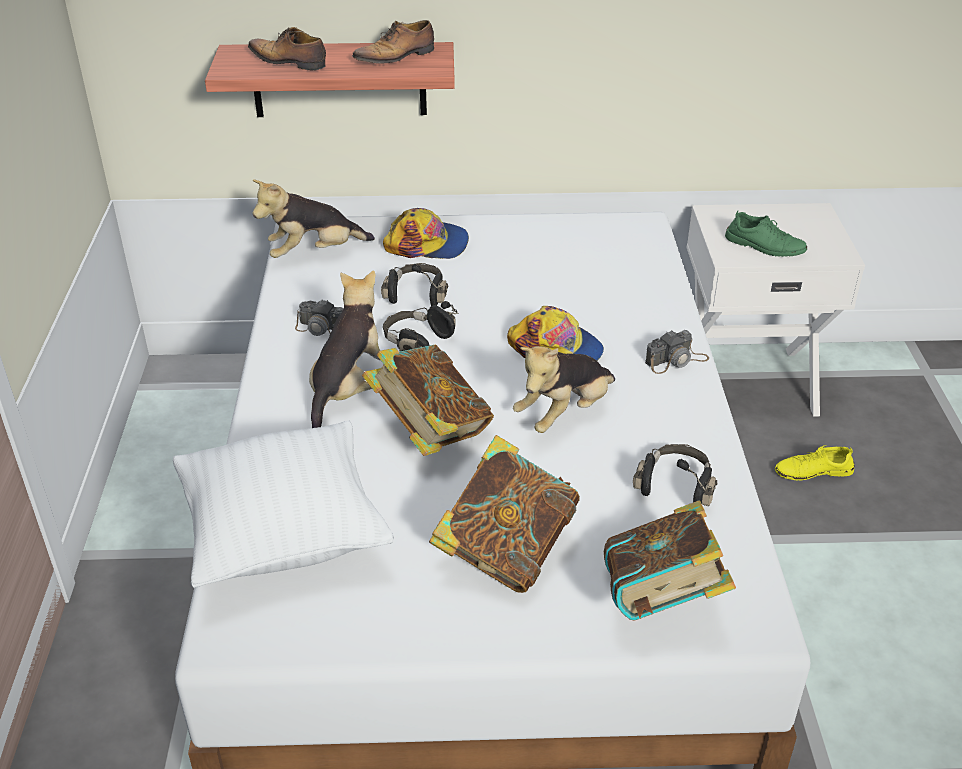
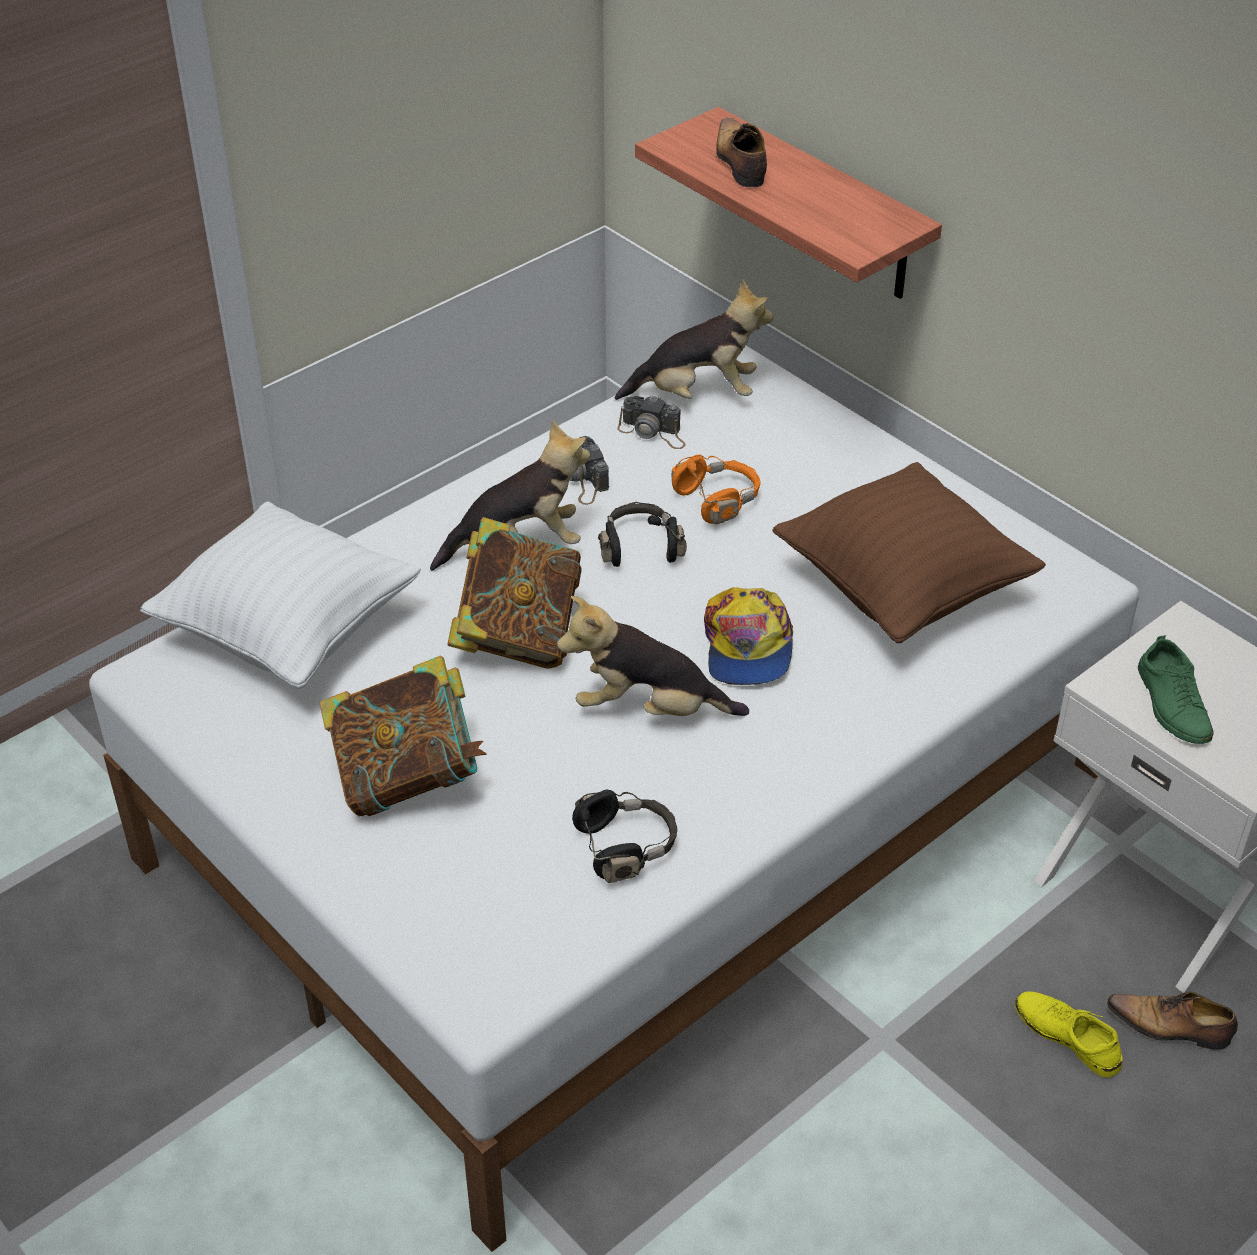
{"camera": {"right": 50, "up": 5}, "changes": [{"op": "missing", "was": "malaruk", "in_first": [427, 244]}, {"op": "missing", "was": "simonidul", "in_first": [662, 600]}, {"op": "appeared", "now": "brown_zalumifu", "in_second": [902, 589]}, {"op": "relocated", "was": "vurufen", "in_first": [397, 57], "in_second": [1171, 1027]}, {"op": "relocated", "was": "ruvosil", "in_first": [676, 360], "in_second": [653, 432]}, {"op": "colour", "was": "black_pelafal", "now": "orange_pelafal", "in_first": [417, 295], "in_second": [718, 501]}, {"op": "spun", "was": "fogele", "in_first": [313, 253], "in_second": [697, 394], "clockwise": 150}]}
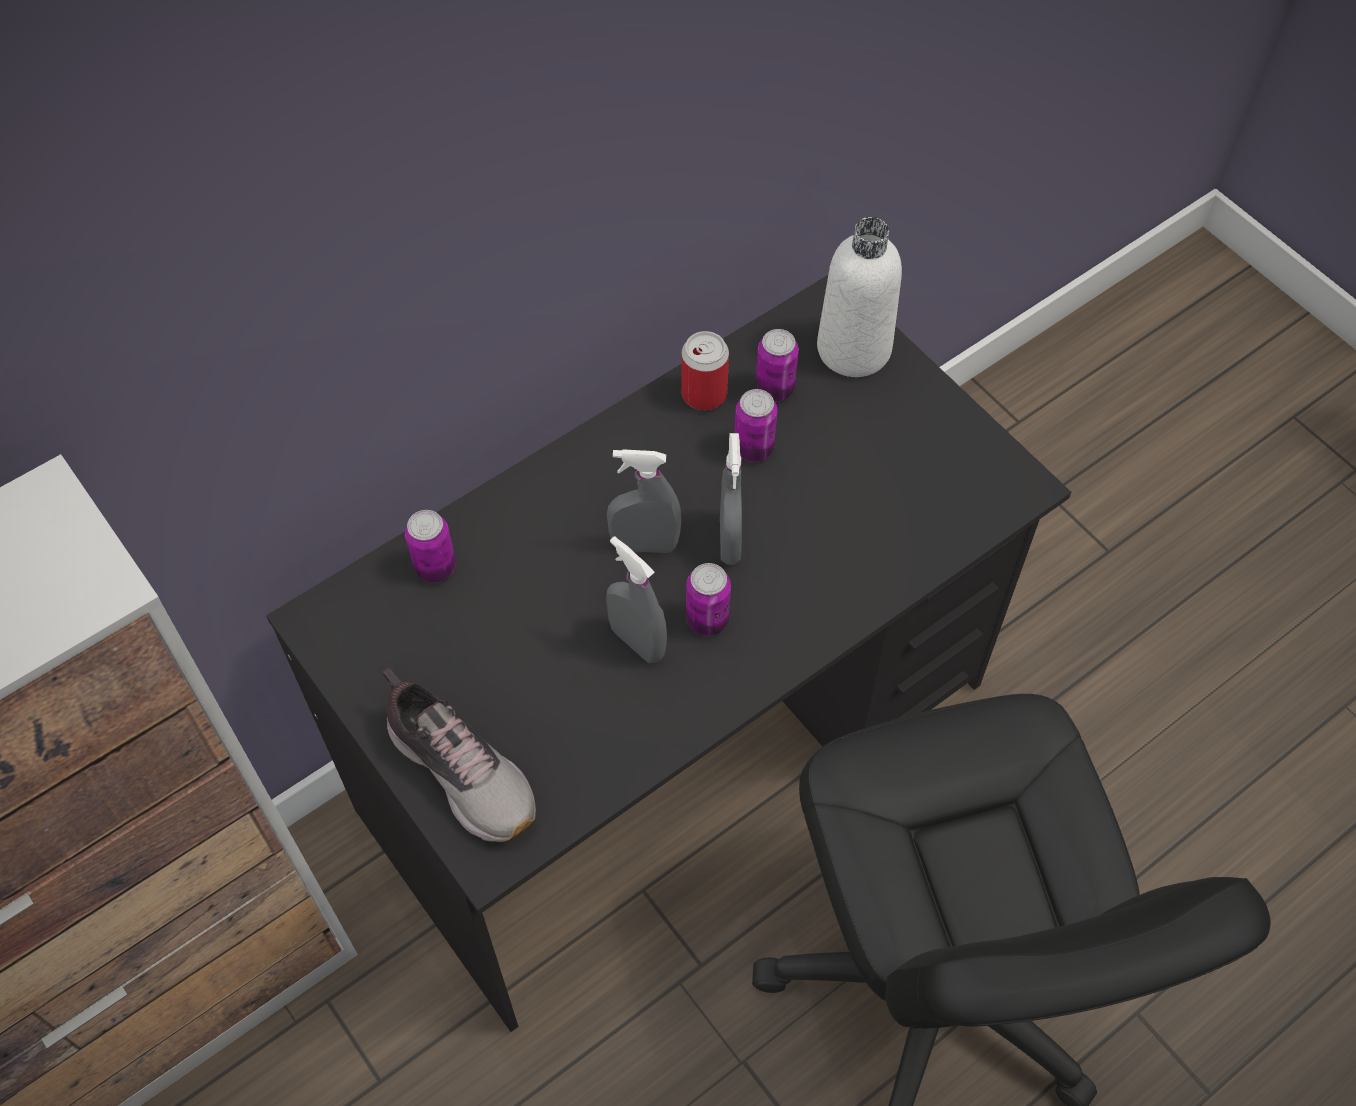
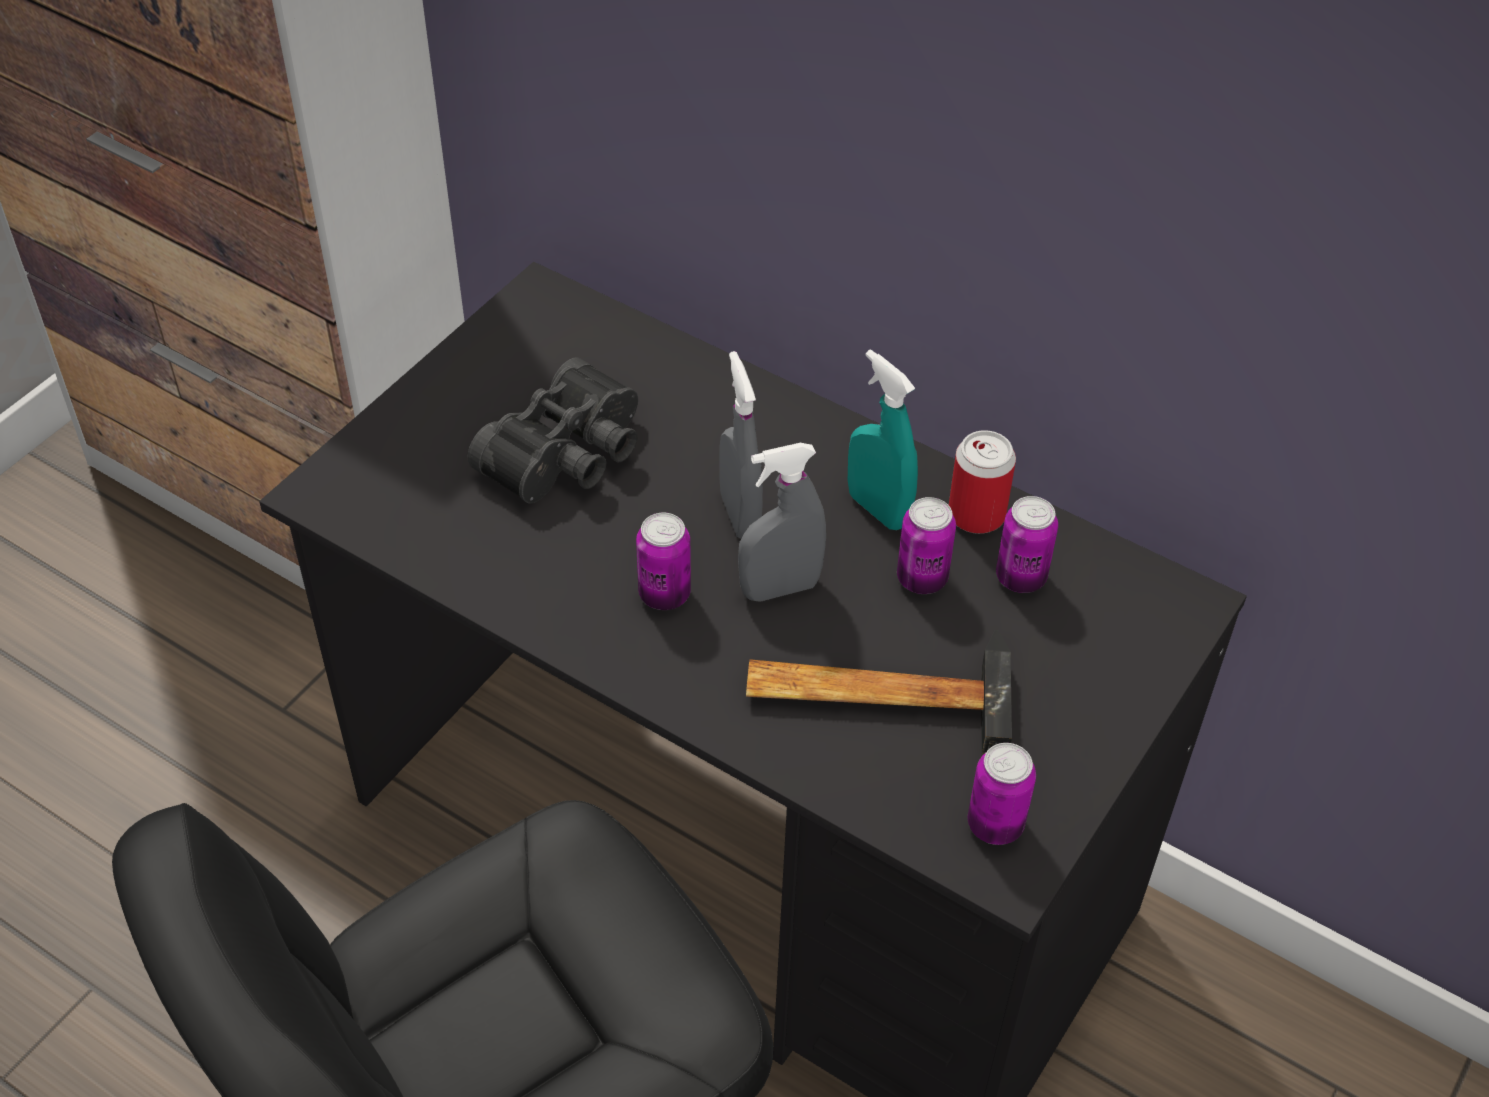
{"camera": {"right": 70, "up": -10}, "changes": [{"op": "missing", "was": "vurufen", "in_first": [463, 769]}, {"op": "missing", "was": "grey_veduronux", "in_first": [637, 642]}, {"op": "missing", "was": "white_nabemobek", "in_first": [854, 349]}, {"op": "appeared", "now": "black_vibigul", "in_second": [569, 455]}, {"op": "appeared", "now": "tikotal", "in_second": [877, 691]}, {"op": "appeared", "now": "turquoise_veduronux", "in_second": [878, 509]}, {"op": "relocated", "was": "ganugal", "in_first": [435, 567], "in_second": [995, 825]}]}
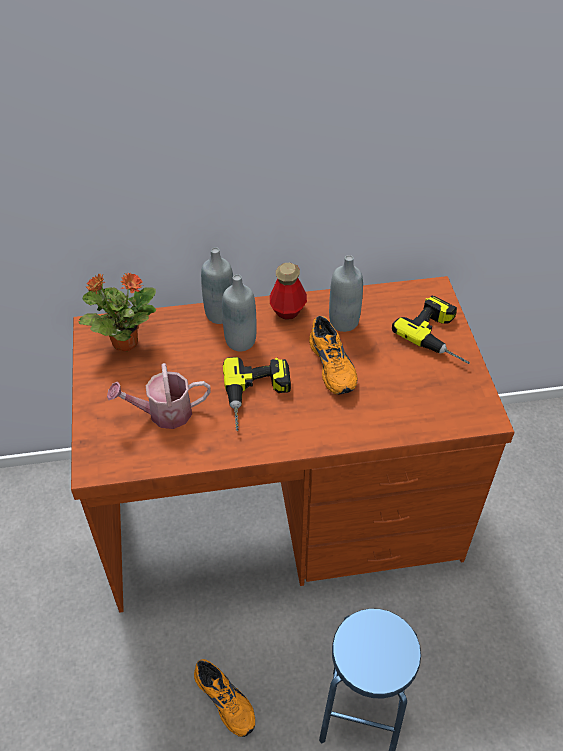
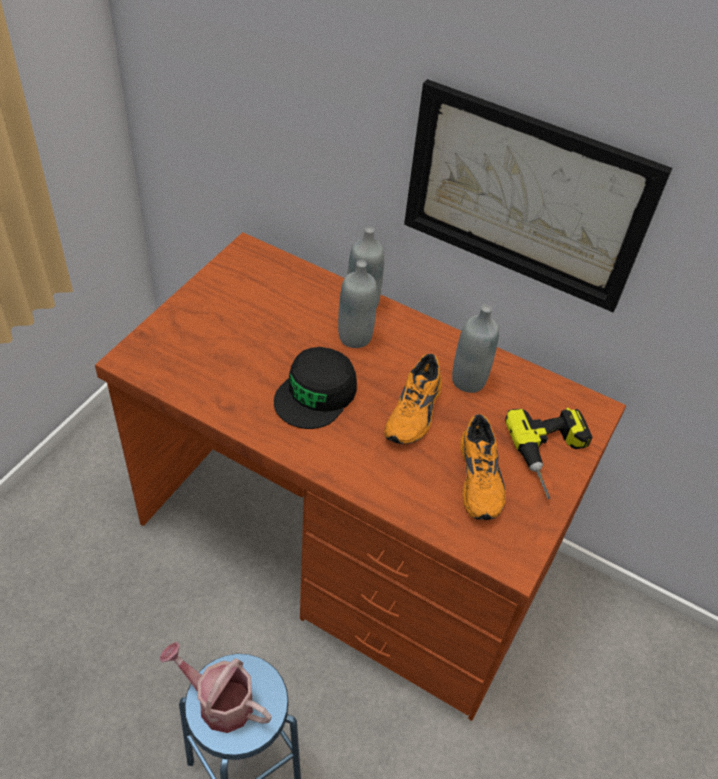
{"camera": {"right": 35, "up": 0}, "changes": [{"op": "missing", "was": "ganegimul", "in_first": [124, 342]}, {"op": "missing", "was": "nabemobek", "in_first": [288, 310]}, {"op": "appeared", "now": "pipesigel", "in_second": [525, 196]}, {"op": "relocated", "was": "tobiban", "in_first": [163, 413], "in_second": [219, 701]}, {"op": "relocated", "was": "orange_vurufen", "in_first": [226, 699], "in_second": [481, 478]}, {"op": "exchanged", "was": "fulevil", "now": "black_malaruk", "in_first": [258, 398], "in_second": [316, 394]}]}
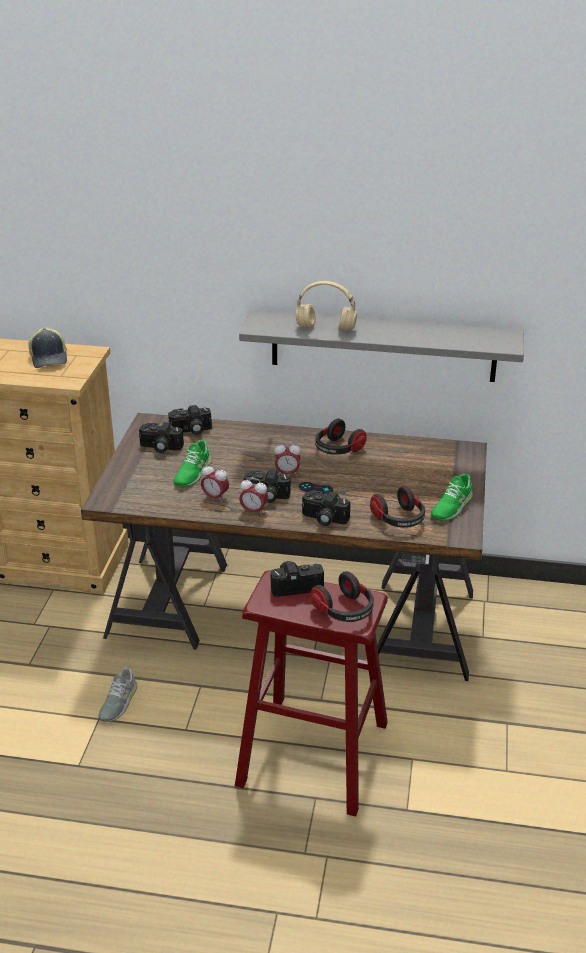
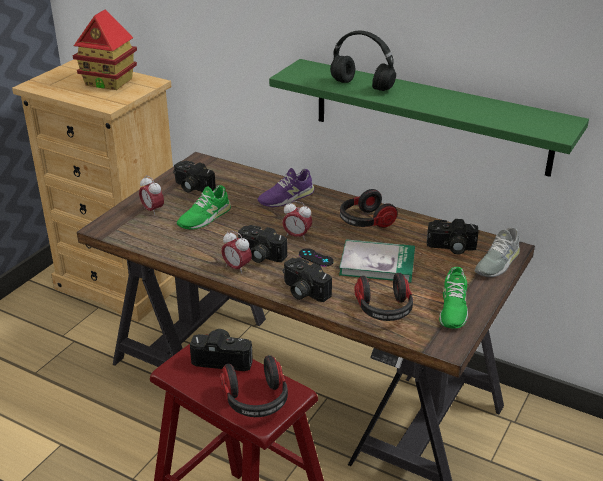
{"camera": {"right": 20, "up": 0}, "changes": [{"op": "appeared", "now": "purple_vurufen", "in_second": [286, 197]}, {"op": "appeared", "now": "simonidul", "in_second": [377, 263]}, {"op": "relocated", "was": "grey_vurufen", "in_first": [118, 702], "in_second": [497, 262]}, {"op": "relocated", "was": "ruvosil", "in_first": [191, 430], "in_second": [451, 248]}, {"op": "relocated", "was": "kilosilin", "in_first": [215, 497], "in_second": [152, 210]}, {"op": "exchanged", "was": "malaruk", "now": "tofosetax", "in_first": [50, 358], "in_second": [109, 82]}, {"op": "colour", "was": "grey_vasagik", "now": "green_vasagik", "in_first": [383, 346], "in_second": [430, 116]}, {"op": "colour", "was": "beige_pelafal", "now": "black_pelafal", "in_first": [327, 328], "in_second": [363, 86]}, {"op": "spun", "was": "green_vurufen", "in_first": [451, 506], "in_second": [452, 308], "clockwise": -45}]}
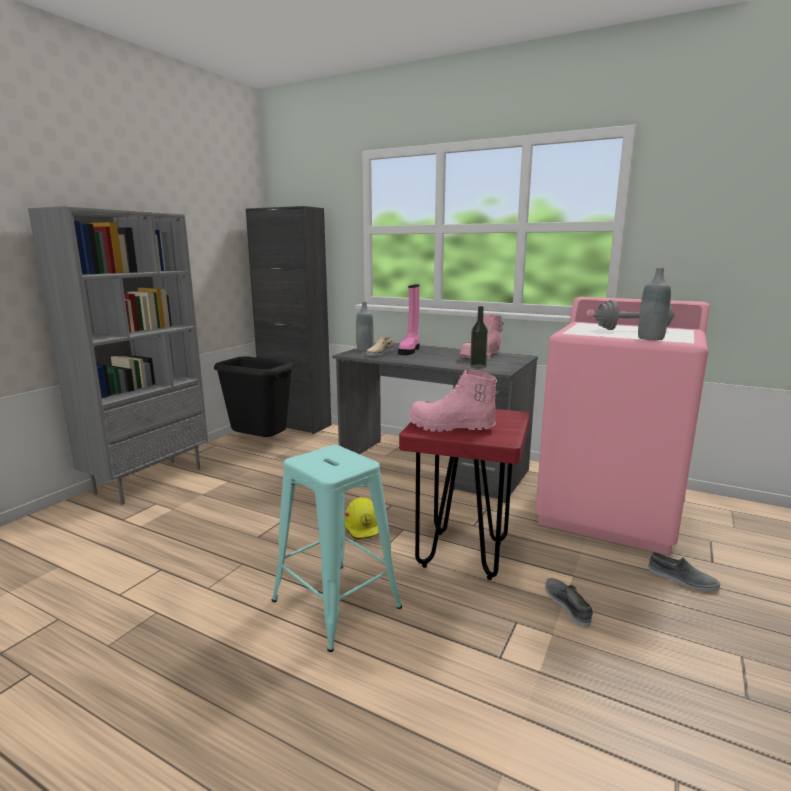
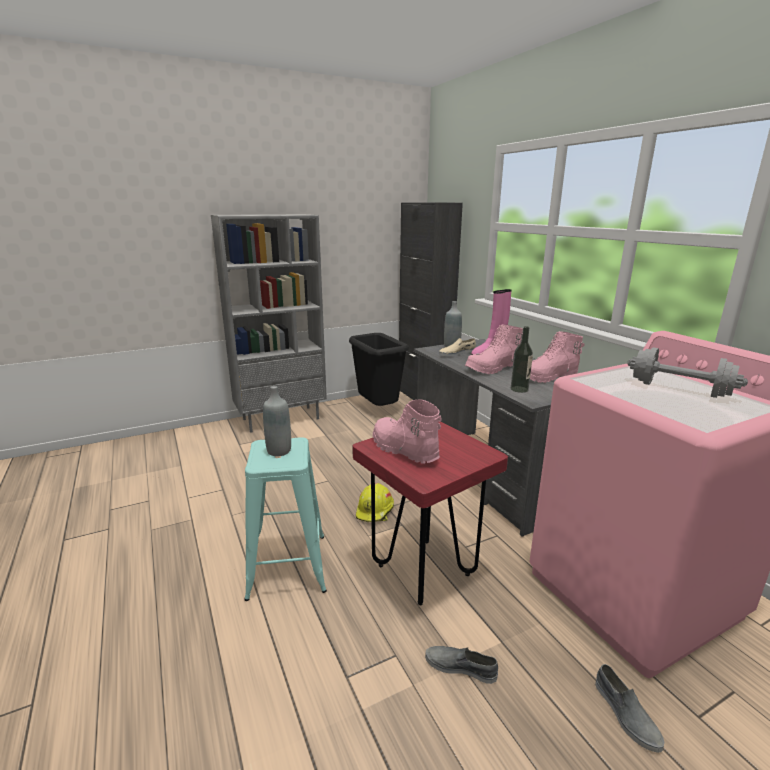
{"camera": {"right": 35, "up": 5}, "changes": [{"op": "appeared", "now": "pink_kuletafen", "in_second": [493, 368]}, {"op": "relocated", "was": "grey_nabemobek", "in_first": [650, 338], "in_second": [279, 451]}, {"op": "spun", "was": "grey_vurufen", "in_first": [567, 605], "in_second": [460, 667], "clockwise": -90}]}
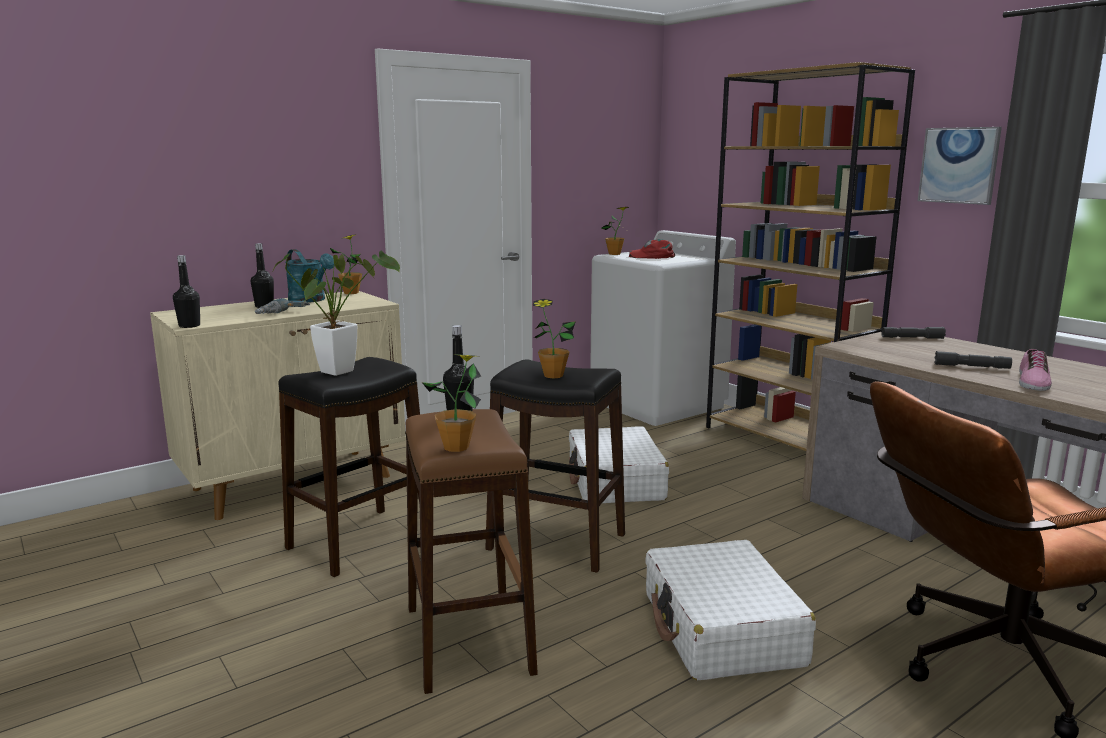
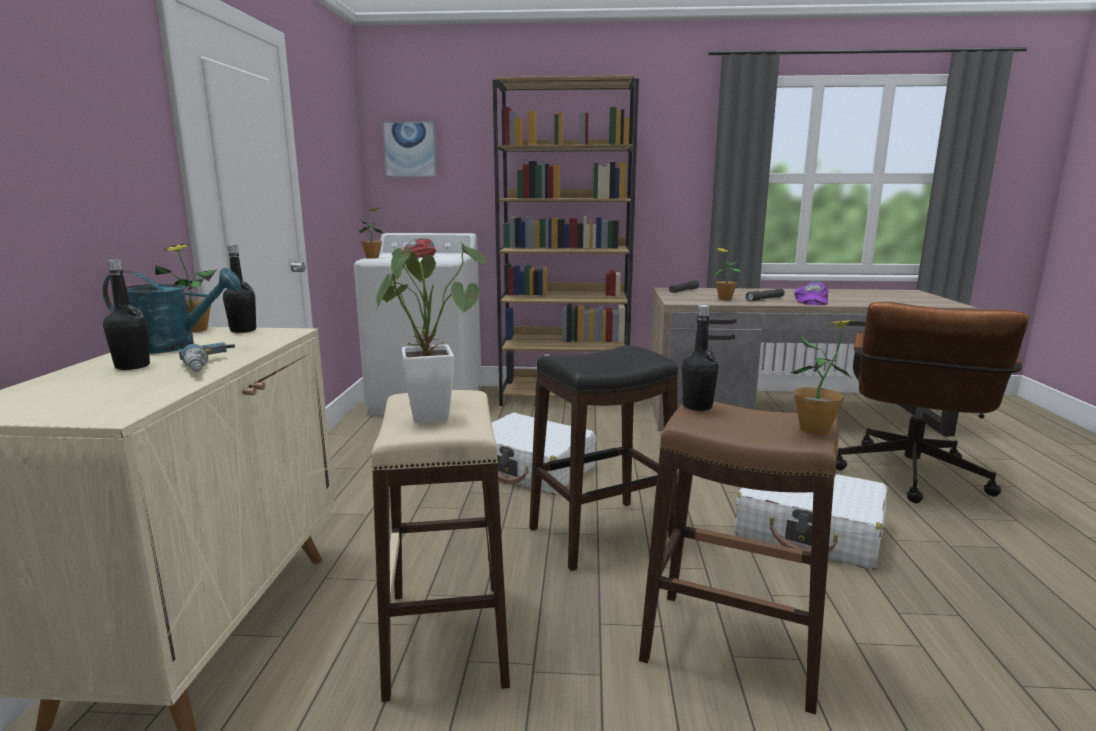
{"camera": {"right": -50, "up": 0}, "changes": [{"op": "relocated", "was": "black_nabemobek", "in_first": [189, 326], "in_second": [243, 330]}, {"op": "relocated", "was": "ganegimul", "in_first": [553, 375], "in_second": [725, 299]}, {"op": "relocated", "was": "pipesigel", "in_first": [959, 165], "in_second": [410, 149]}, {"op": "exchanged", "was": "vurufen", "now": "purple_malaruk", "in_first": [1031, 382], "in_second": [810, 300]}, {"op": "colour", "was": "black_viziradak", "now": "beige_viziradak", "in_first": [359, 541], "in_second": [447, 637]}]}
